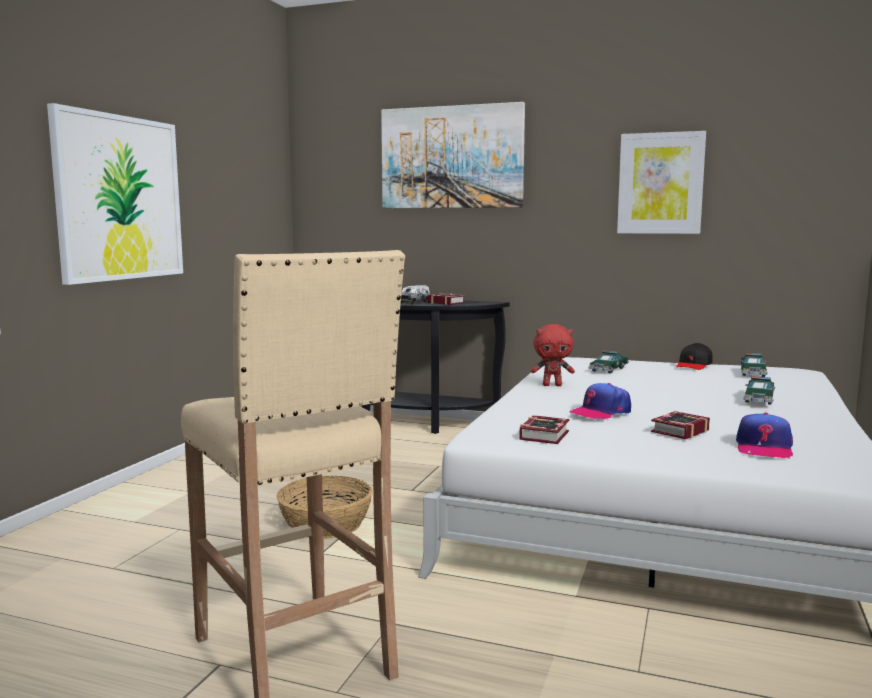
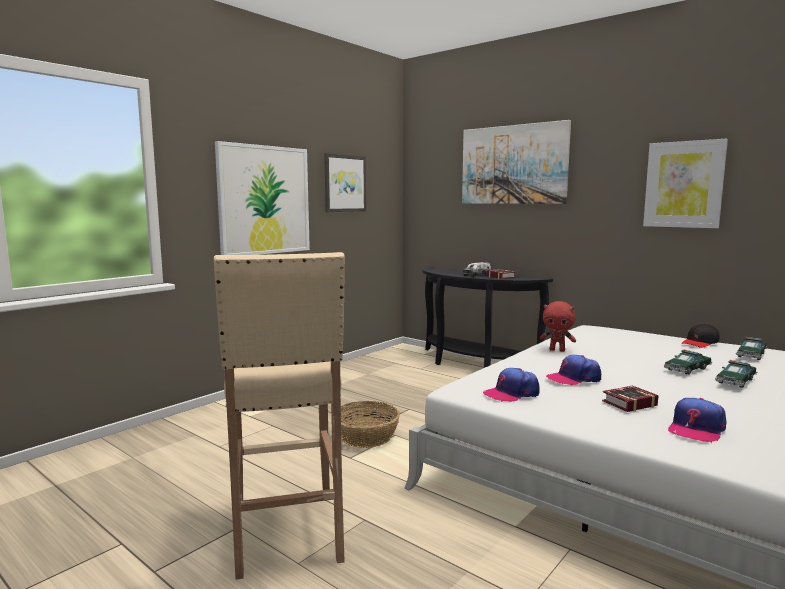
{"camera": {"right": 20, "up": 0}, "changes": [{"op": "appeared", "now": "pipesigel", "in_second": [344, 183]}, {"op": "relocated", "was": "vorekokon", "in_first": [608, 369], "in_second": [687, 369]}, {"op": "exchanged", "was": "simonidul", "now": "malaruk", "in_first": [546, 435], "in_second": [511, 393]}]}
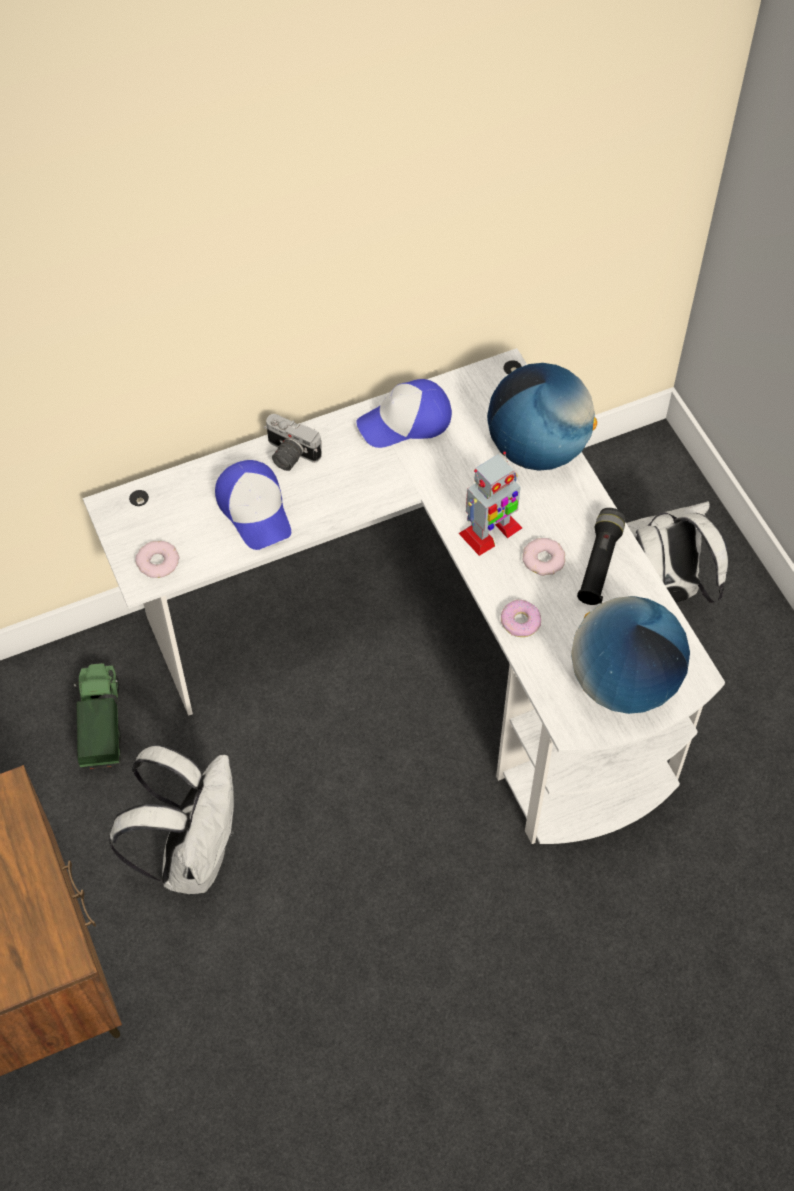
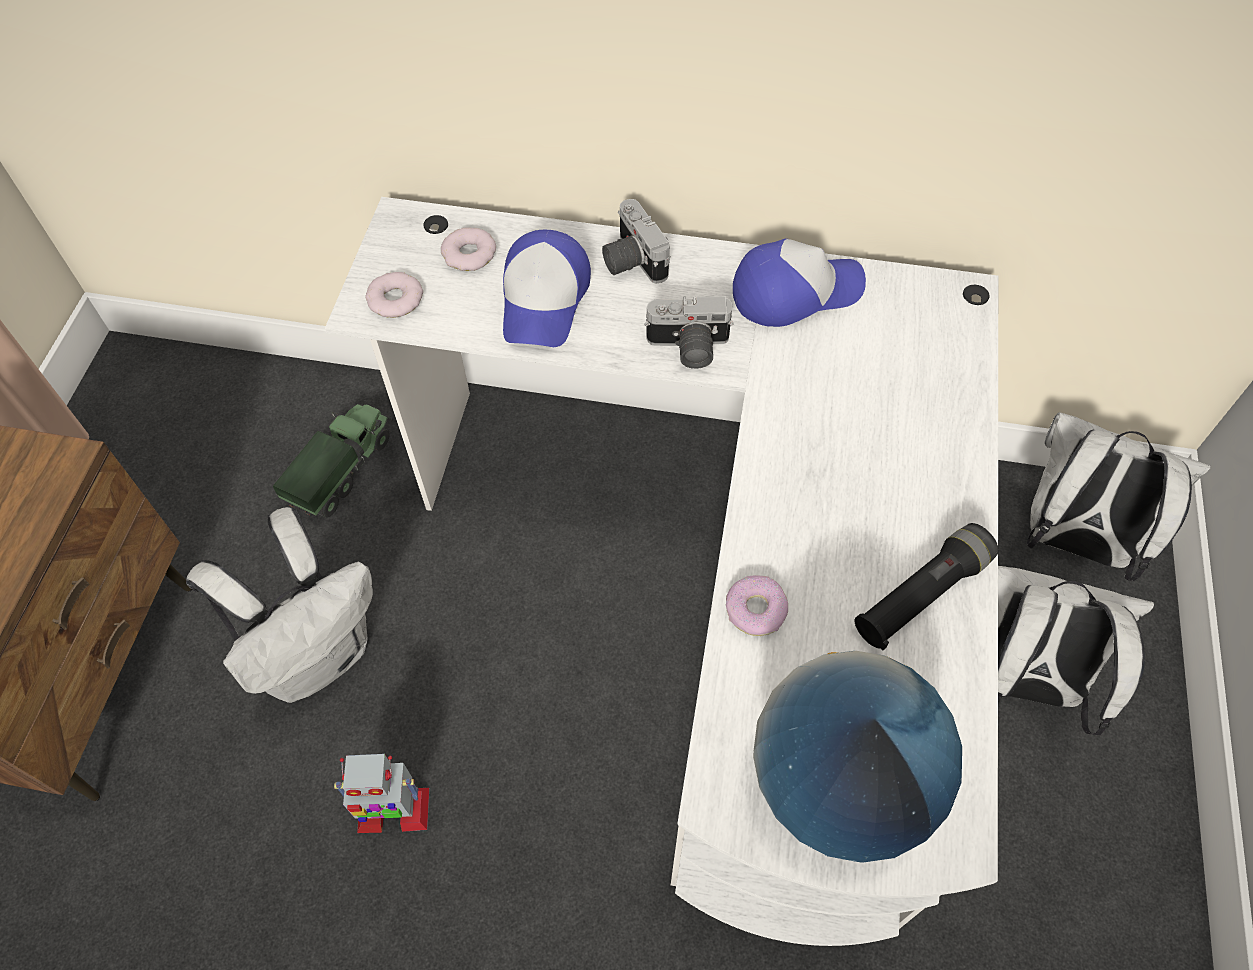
{"camera": {"right": 35, "up": 0}, "changes": [{"op": "missing", "was": "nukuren", "in_first": [537, 449]}, {"op": "appeared", "now": "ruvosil", "in_second": [688, 349]}, {"op": "appeared", "now": "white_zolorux", "in_second": [1071, 541]}, {"op": "relocated", "was": "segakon", "in_first": [490, 531], "in_second": [392, 810]}, {"op": "relocated", "was": "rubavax", "in_first": [543, 559], "in_second": [469, 254]}, {"op": "spun", "was": "malaruk", "in_first": [405, 422], "in_second": [795, 291], "clockwise": 150}]}
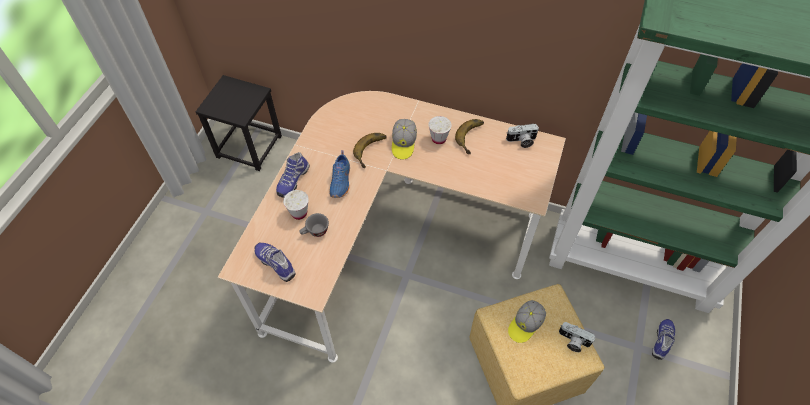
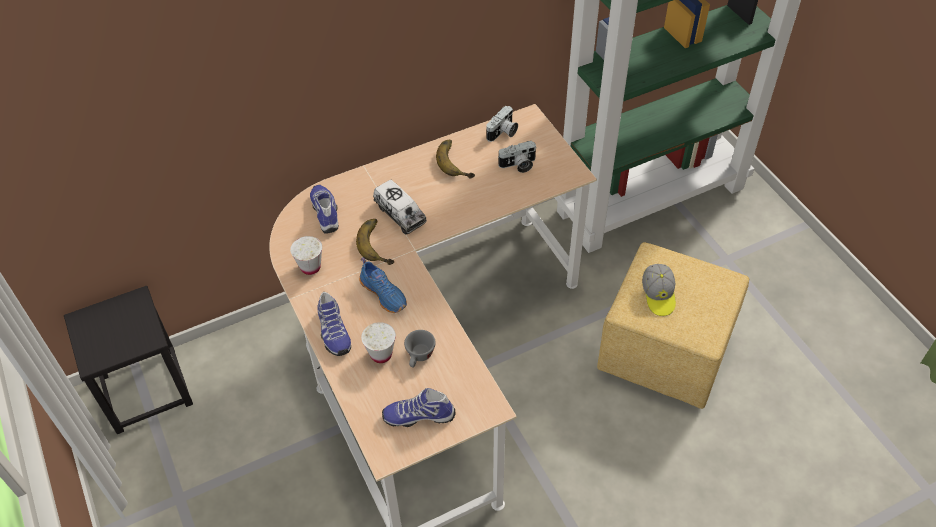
{"camera": {"right": -45, "up": -5}, "changes": [{"op": "relocated", "was": "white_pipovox", "in_first": [438, 139], "in_second": [310, 267]}, {"op": "relocated", "was": "ruvosil", "in_first": [573, 341], "in_second": [518, 165]}, {"op": "relocated", "was": "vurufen", "in_first": [662, 341], "in_second": [326, 213]}, {"op": "exchanged", "was": "malaruk", "now": "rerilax", "in_first": [403, 143], "in_second": [400, 214]}]}
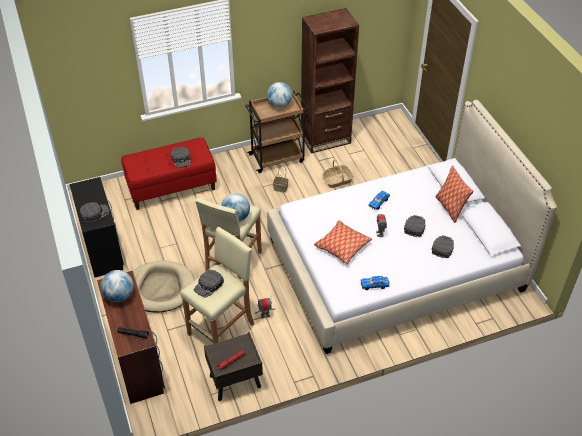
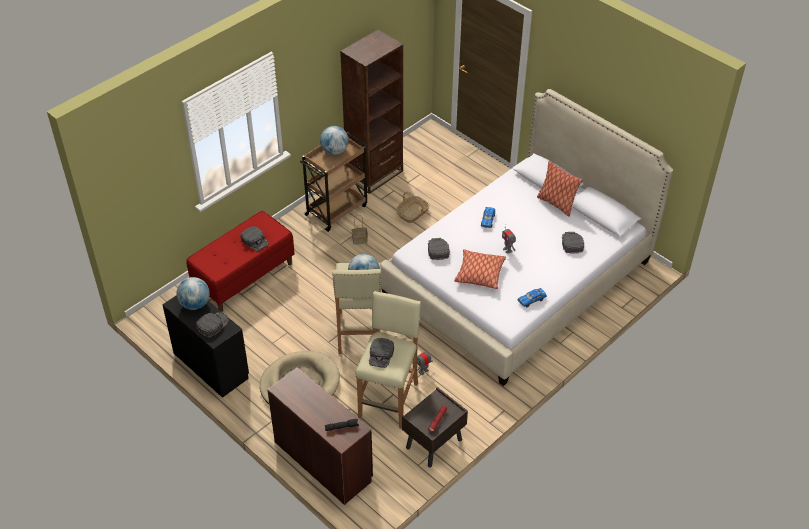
{"camera": {"right": -25, "up": 0}, "changes": [{"op": "relocated", "was": "nukuren", "in_first": [119, 296], "in_second": [195, 304]}, {"op": "relocated", "was": "black_malaruk", "in_first": [414, 226], "in_second": [437, 249]}]}
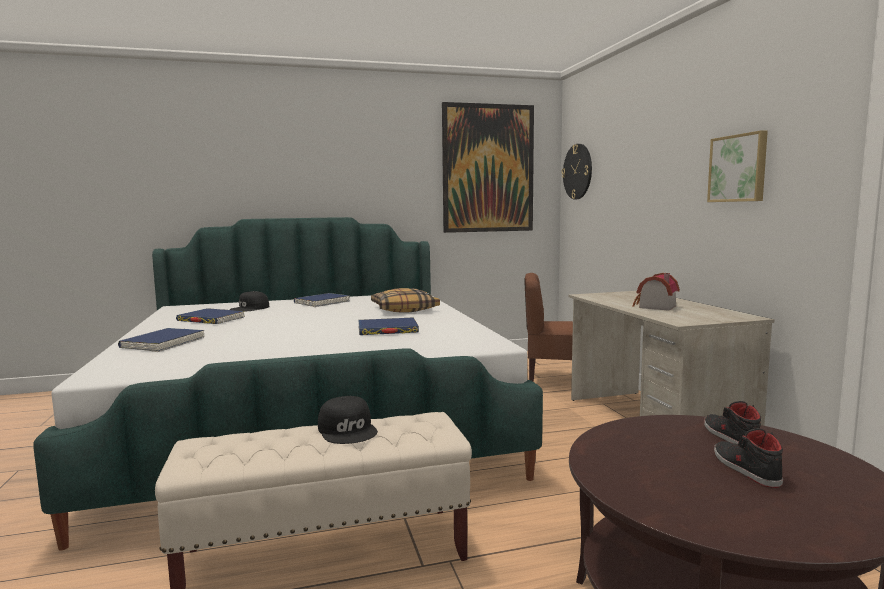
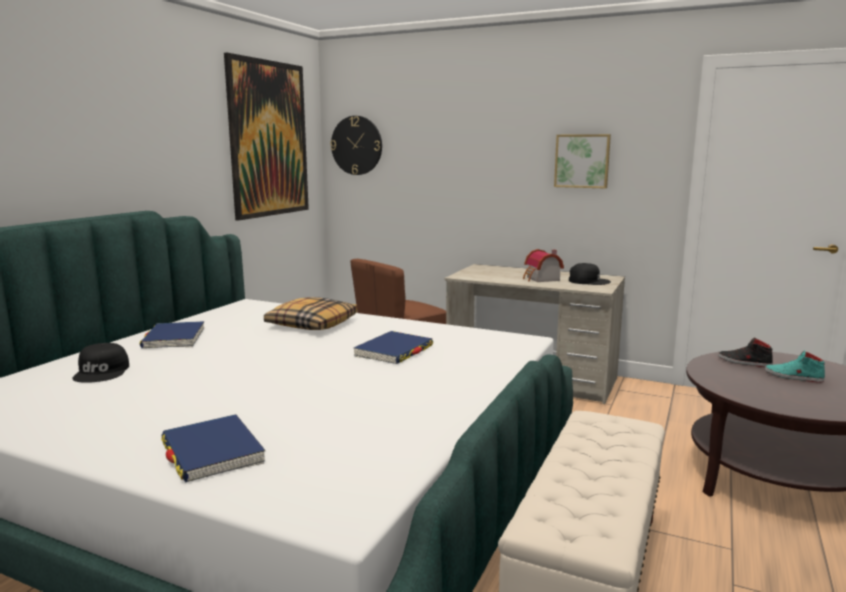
{"camera": {"right": -50, "up": 5}, "changes": [{"op": "missing", "was": "blue_simonidul", "in_first": [211, 319]}, {"op": "relocated", "was": "black_malaruk", "in_first": [348, 430], "in_second": [588, 281]}, {"op": "colour", "was": "black_vurufen", "now": "turquoise_vurufen", "in_first": [745, 468], "in_second": [793, 377]}]}
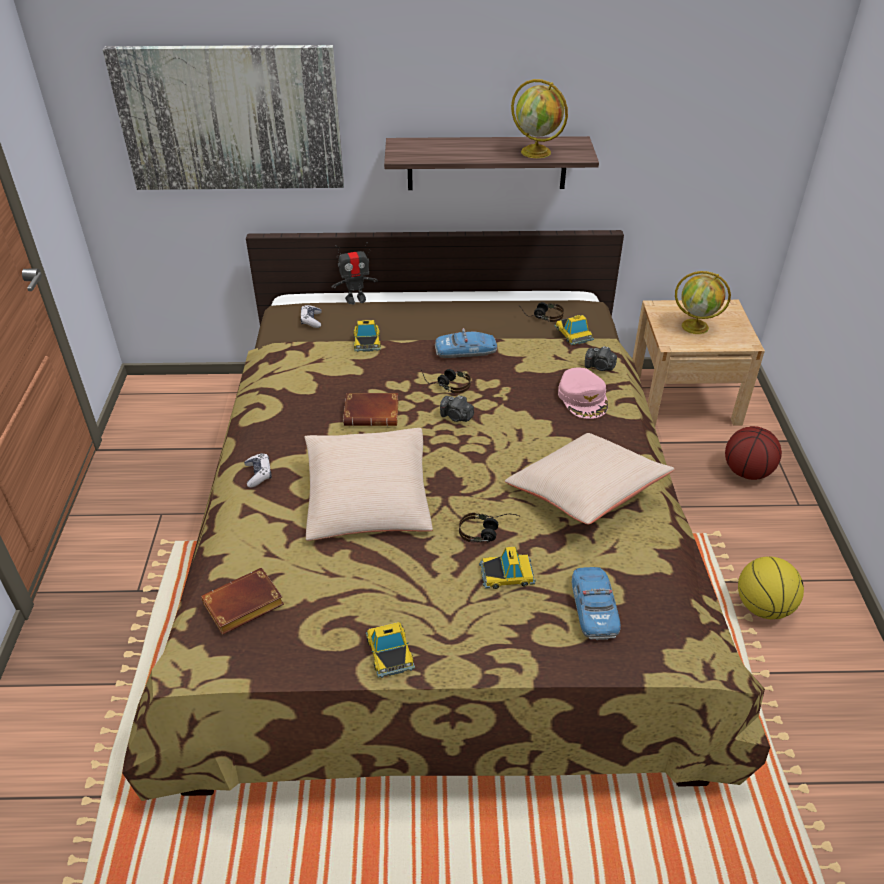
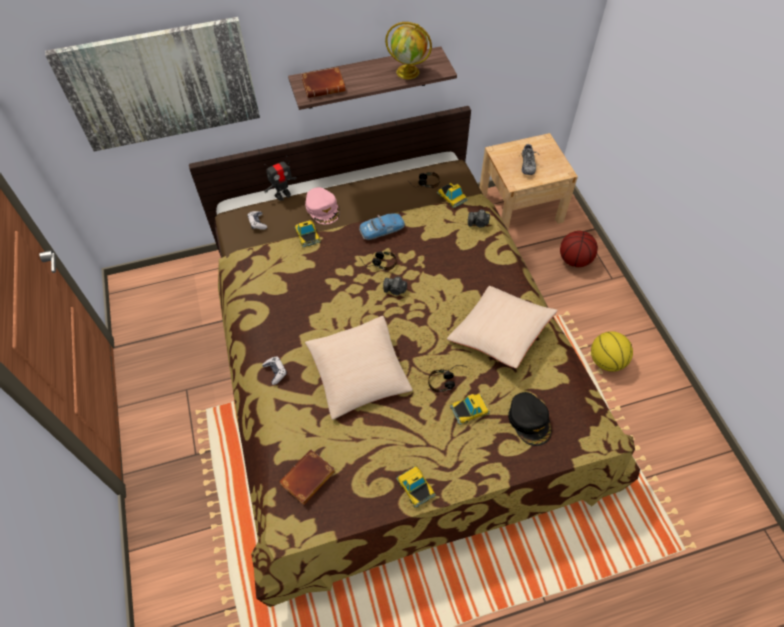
{"camera": {"right": -15, "up": 15}, "changes": [{"op": "relocated", "was": "brown_simonidul", "in_first": [373, 413], "in_second": [324, 85]}, {"op": "relocated", "was": "pink_malaruk", "in_first": [583, 398], "in_second": [323, 208]}, {"op": "exchanged", "was": "vorekokon", "now": "black_malaruk", "in_first": [593, 607], "in_second": [530, 421]}, {"op": "exchanged", "was": "nukuren", "now": "vurufen", "in_first": [696, 326], "in_second": [527, 164]}]}
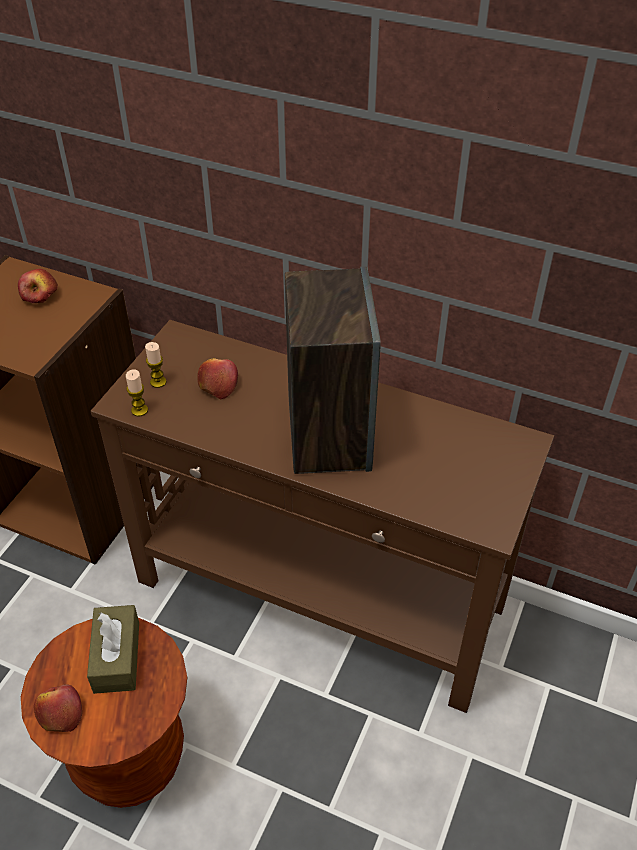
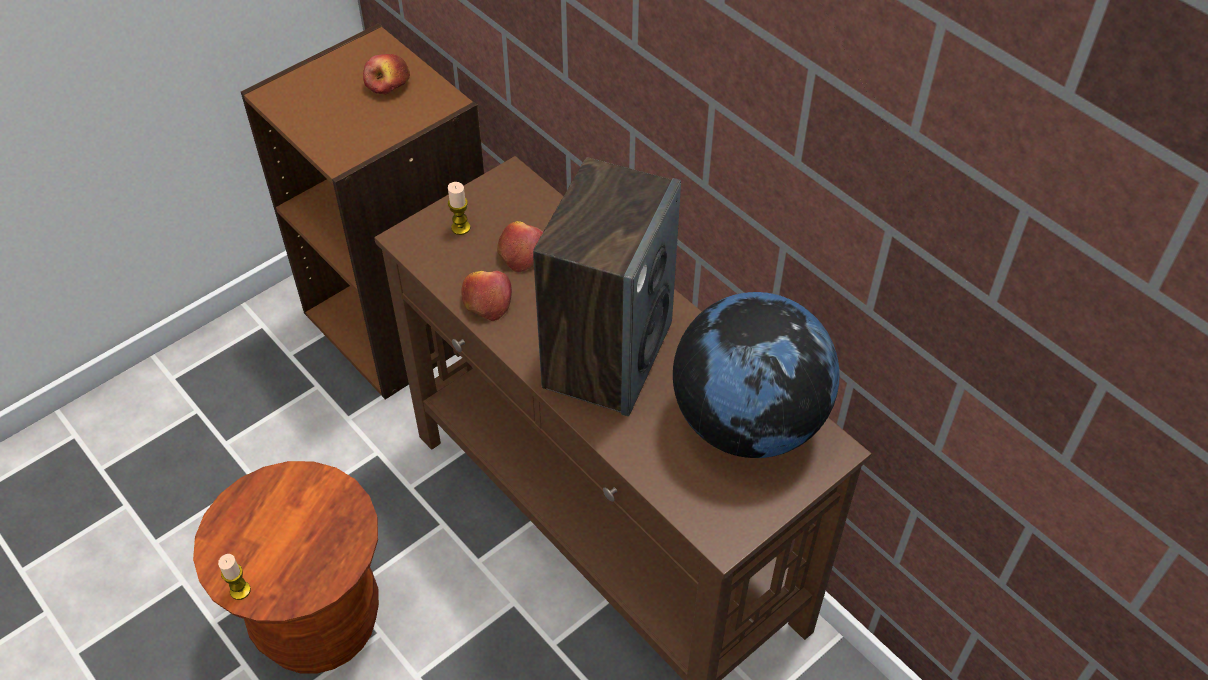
{"camera": {"right": 25, "up": 5}, "changes": [{"op": "missing", "was": "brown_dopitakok", "in_first": [117, 657]}, {"op": "appeared", "now": "nukuren", "in_second": [748, 422]}, {"op": "relocated", "was": "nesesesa", "in_first": [60, 713], "in_second": [487, 301]}, {"op": "relocated", "was": "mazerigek", "in_first": [139, 410], "in_second": [240, 590]}]}
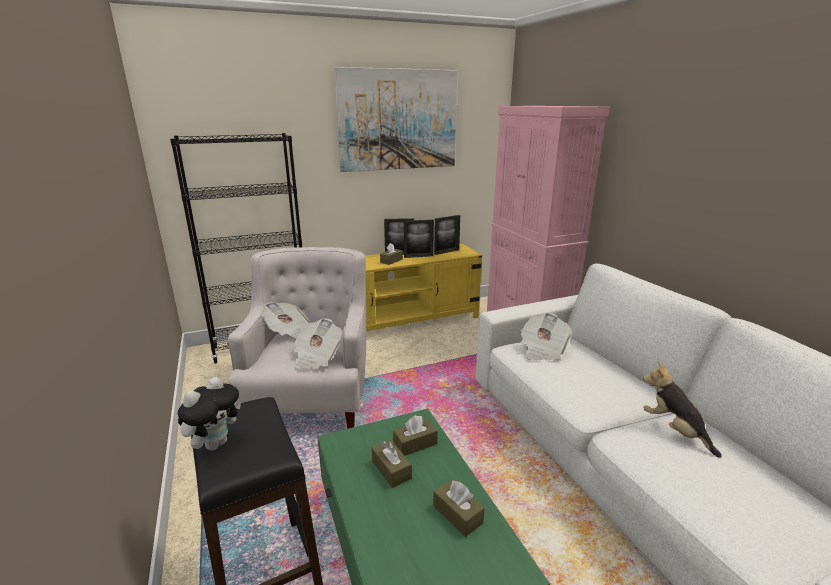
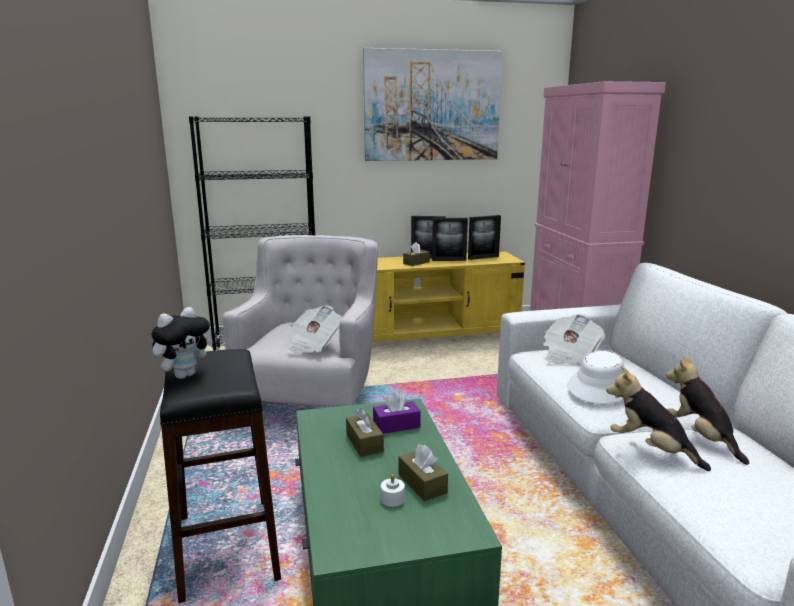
{"camera": {"right": 10, "up": -5}, "changes": [{"op": "missing", "was": "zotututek", "in_first": [289, 332]}, {"op": "appeared", "now": "white_mazerigek", "in_second": [392, 499]}, {"op": "appeared", "now": "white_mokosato", "in_second": [600, 387]}, {"op": "appeared", "now": "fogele", "in_second": [651, 449]}, {"op": "colour", "was": "brown_dopitakok", "now": "purple_dopitakok", "in_first": [415, 444], "in_second": [396, 425]}]}
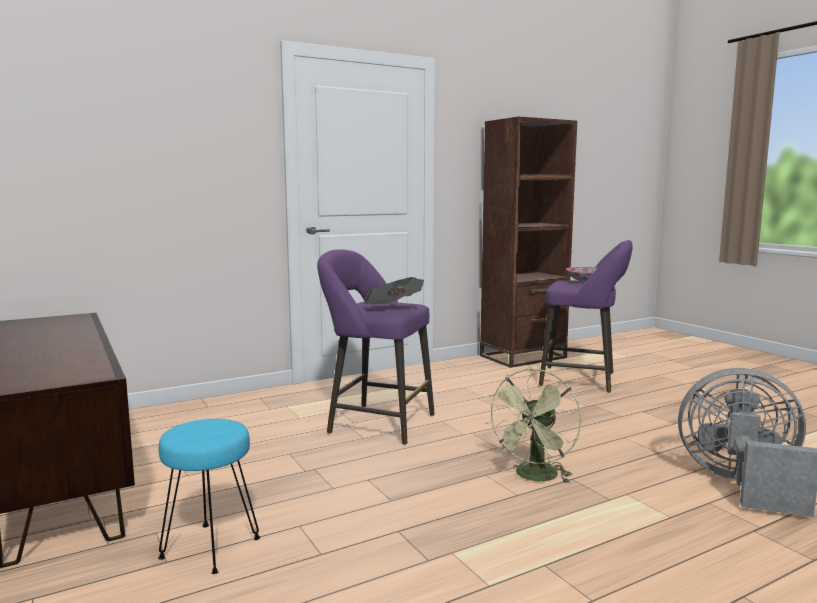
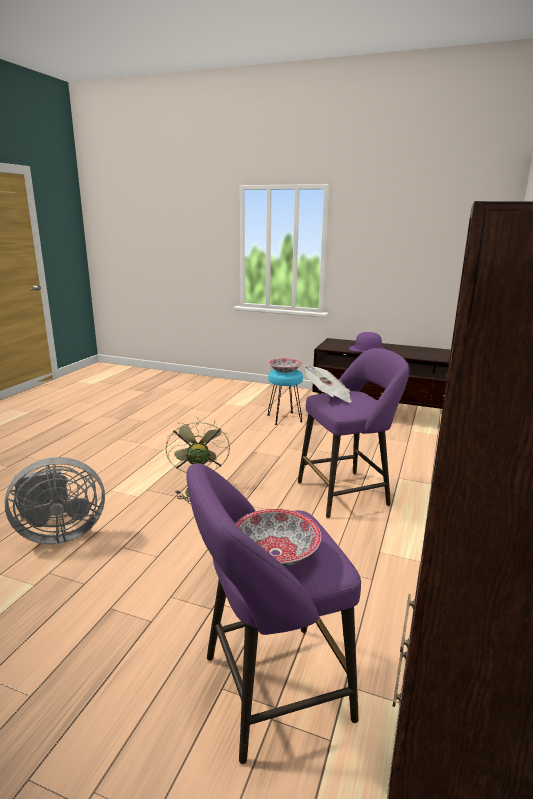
{"camera": {"right": 140, "up": 10}, "changes": [{"op": "appeared", "now": "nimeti", "in_second": [284, 371]}, {"op": "appeared", "now": "purple_mokosato", "in_second": [367, 349]}]}
